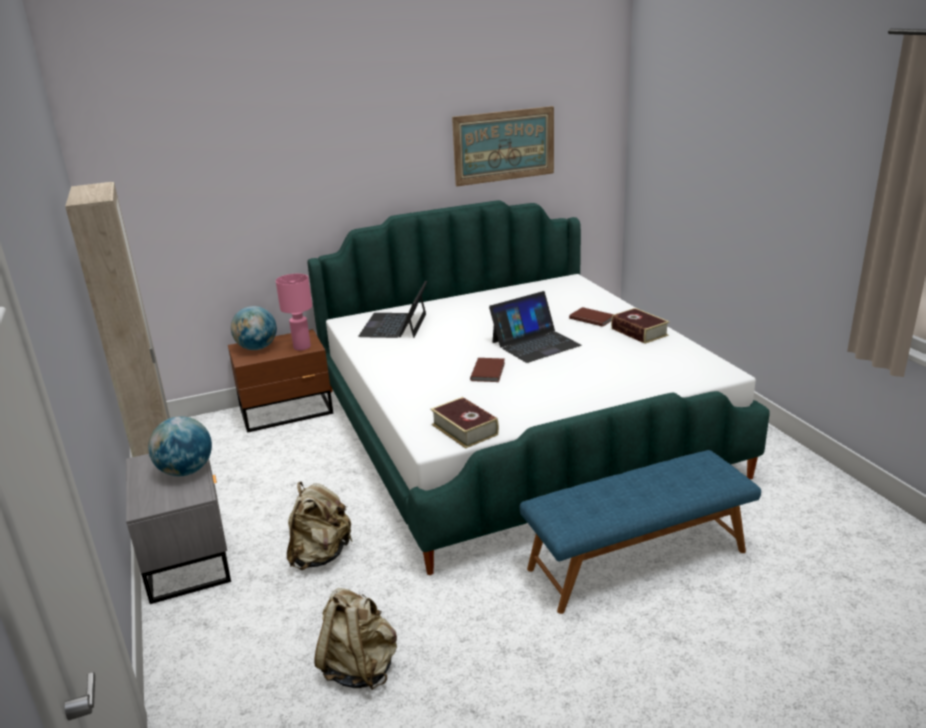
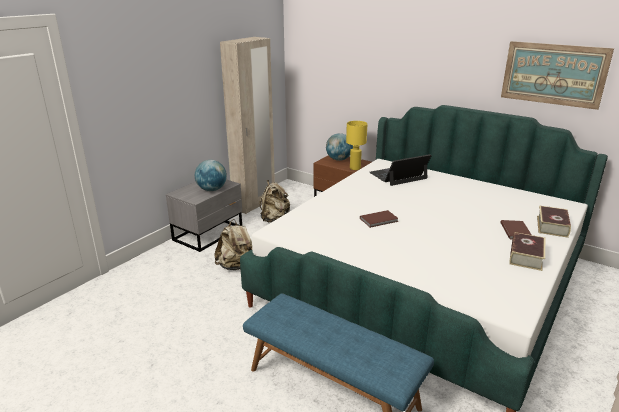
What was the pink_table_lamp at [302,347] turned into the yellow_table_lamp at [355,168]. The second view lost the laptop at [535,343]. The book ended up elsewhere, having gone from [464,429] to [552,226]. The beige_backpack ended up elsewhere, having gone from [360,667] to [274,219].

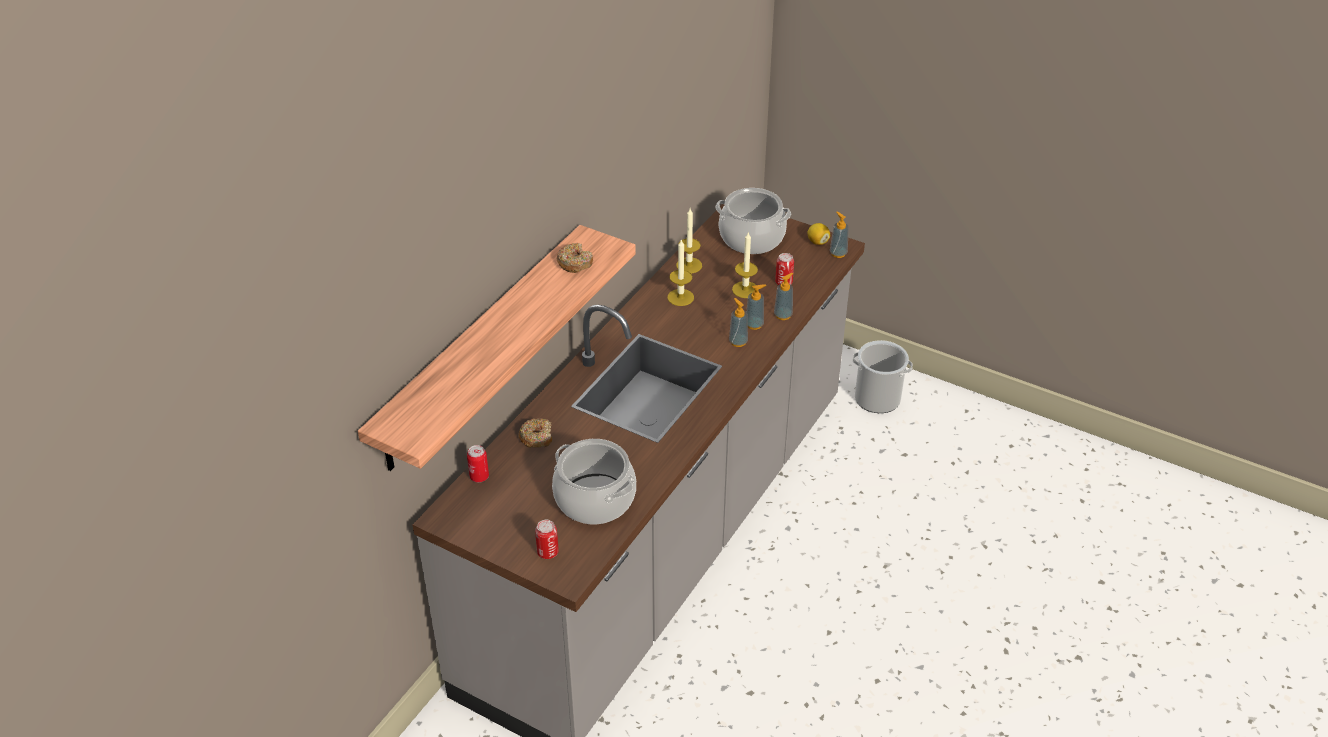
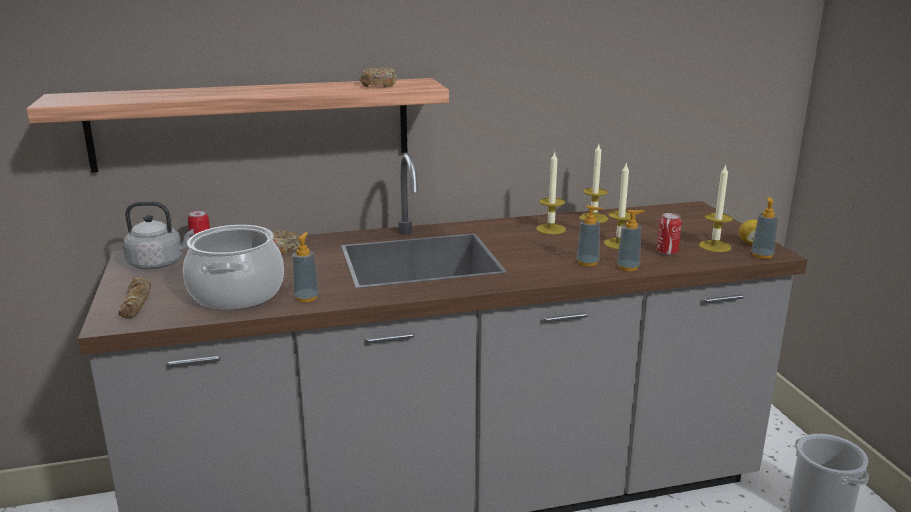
The second view lost the cooking_pot at [752,238]. The soap_dispenser ended up elsewhere, having gone from [738,342] to [306,298]. Where the can stood at [547,552], the bread came to stand at [137,302]. The second view gained the candle at [714,246]. The second view gained the grey_kettle at [159,264].

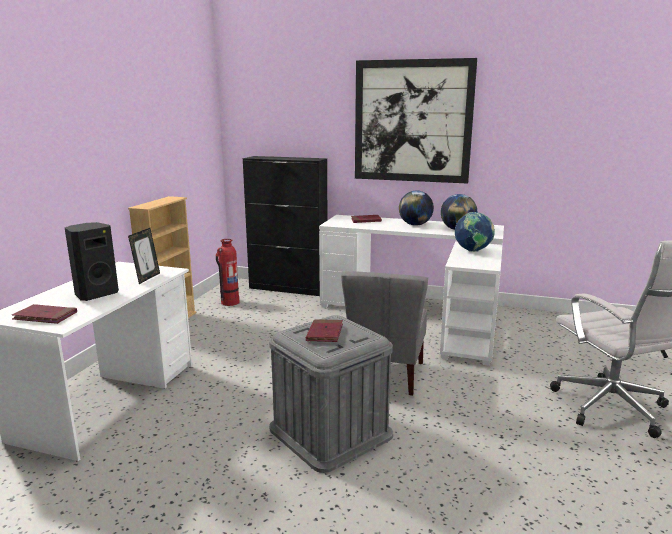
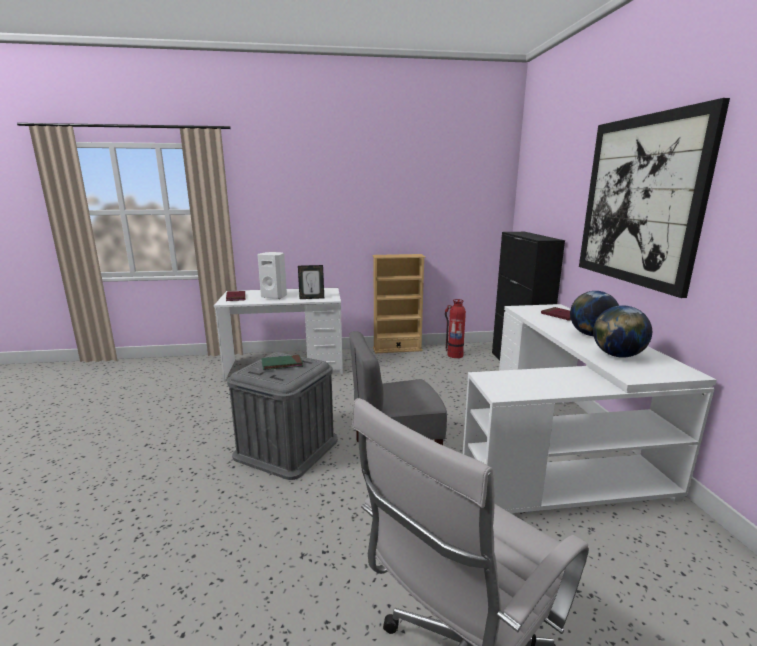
The second view lost the globe at [473,251]. What was the black_speaker at [95,294] turned into the white_speaker at [275,296]. What was the red_book at [325,333] turned into the green_book at [282,364].

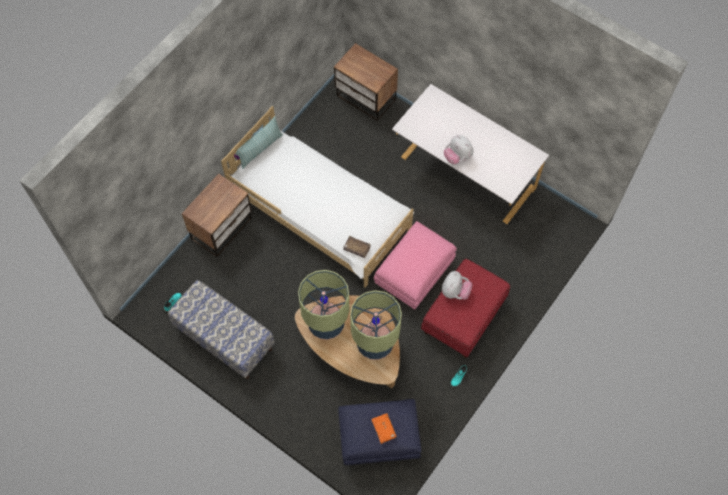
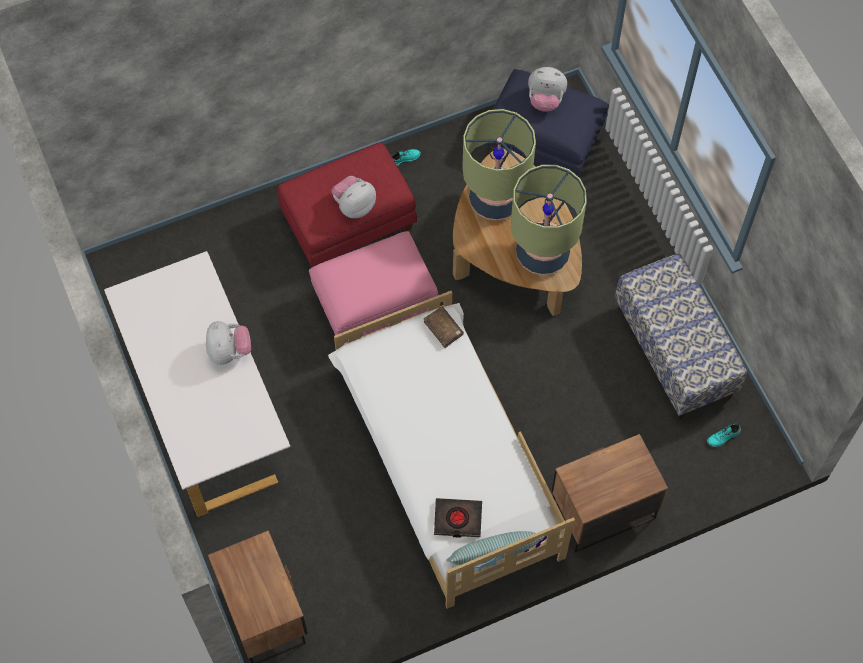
Where the orange_book stood at [384,429], the plush_toy came to stand at [545,100]. The second view gained the black_book at [457,519].

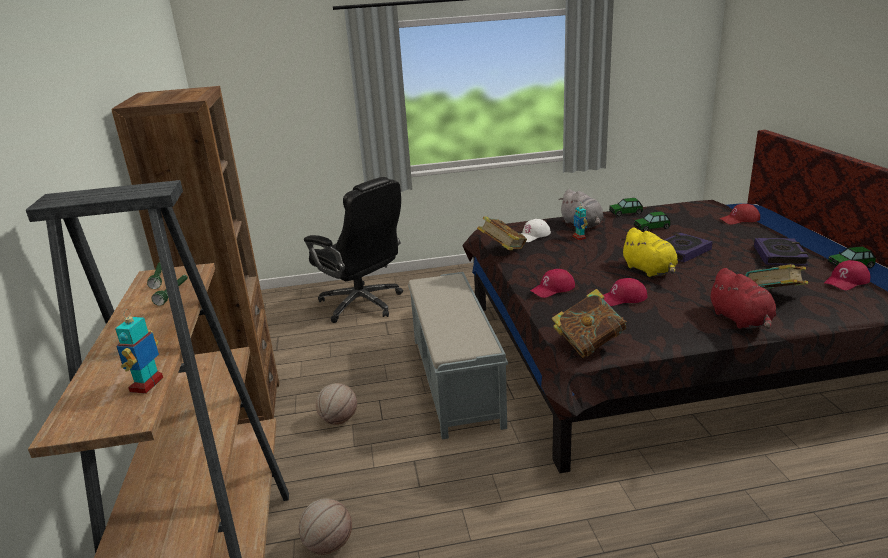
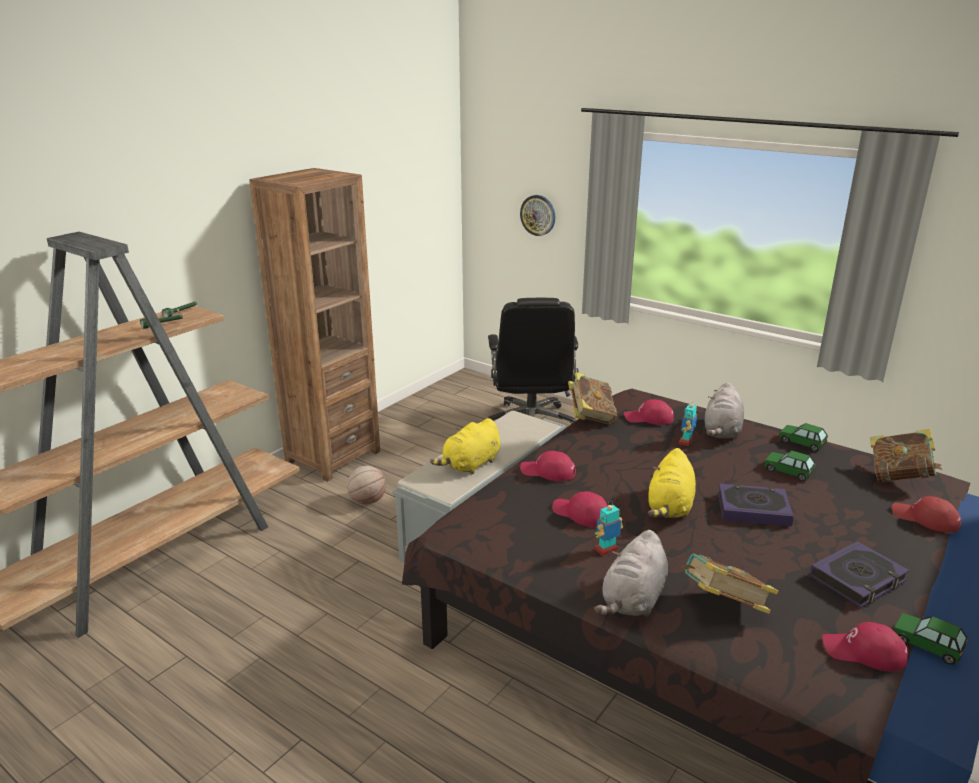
What was the white_cap at [533,235] turned into the red_cap at [648,418]. What was the red_plush_toy at [741,320] turned into the grey_plush_toy at [633,600]. The book ended up elsewhere, having gone from [588,344] to [899,477]. The toy_robot ended up elsewhere, having gone from [147,385] to [606,550]. The second view lost the basketball at [328,545]. The second view gained the wall_clock at [538,215]. The second view gained the yellow_plush_toy at [470,465].

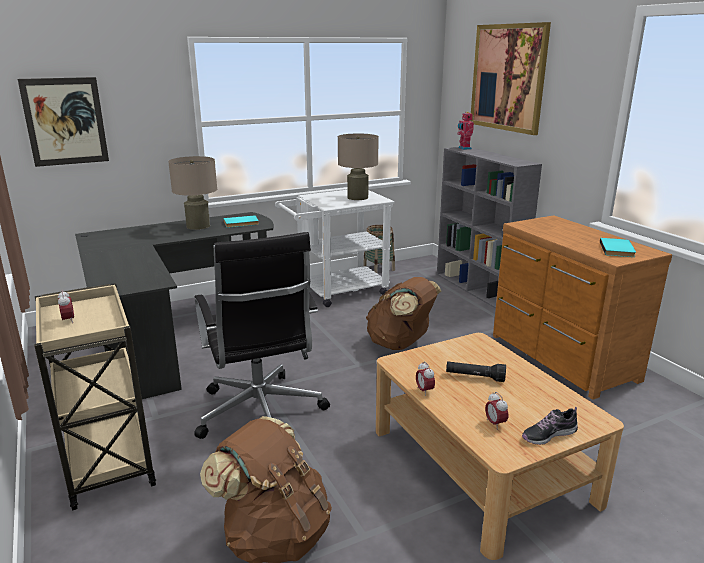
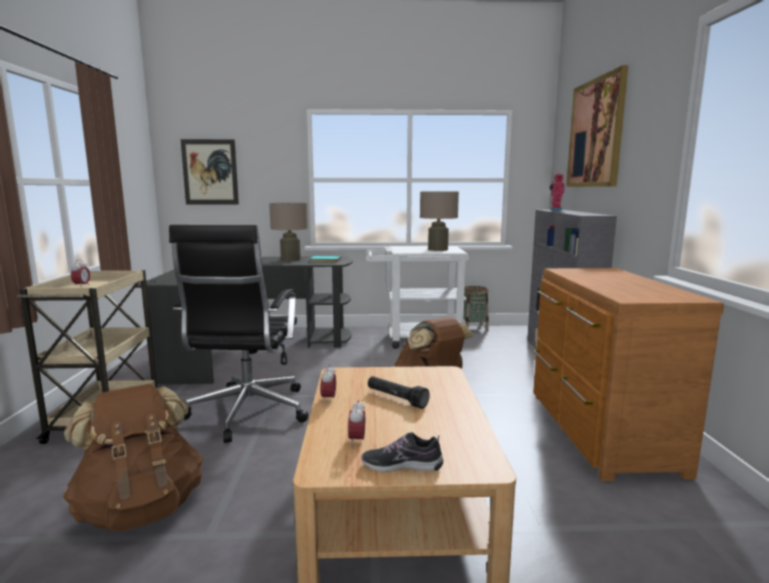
The second view lost the turquoise_book at [618,249].

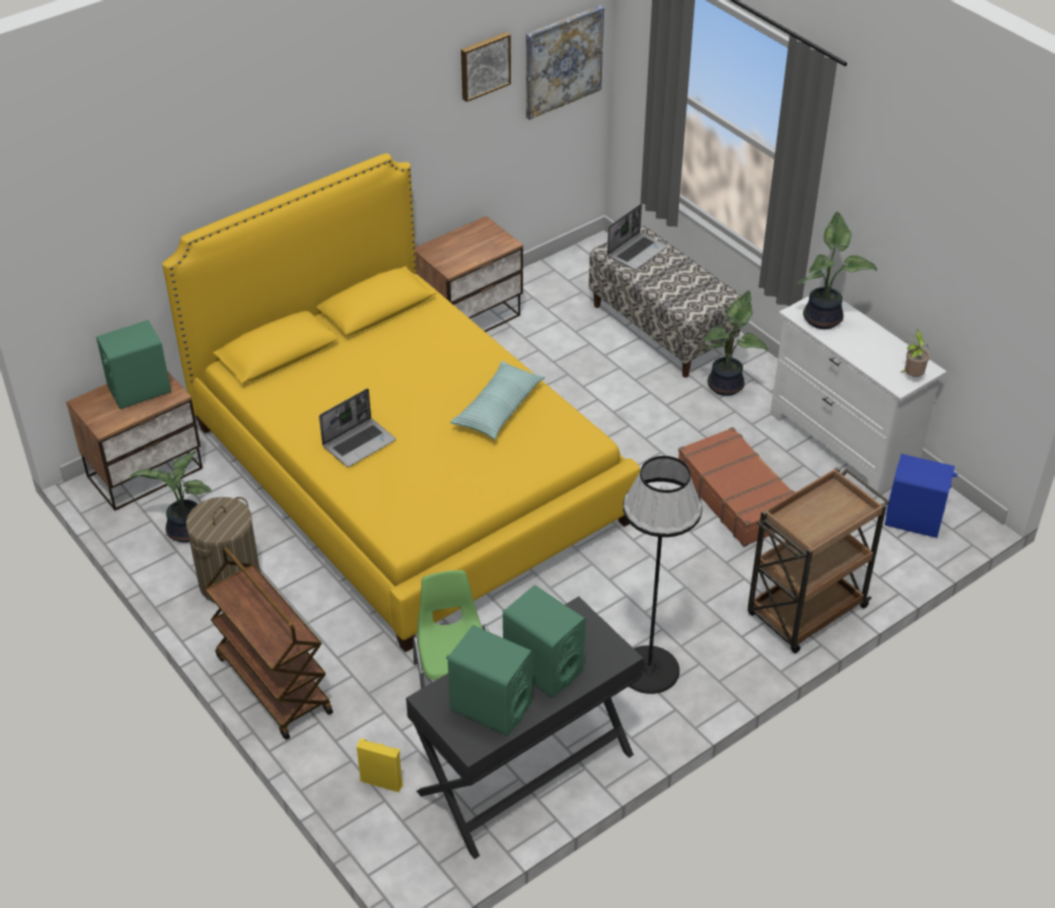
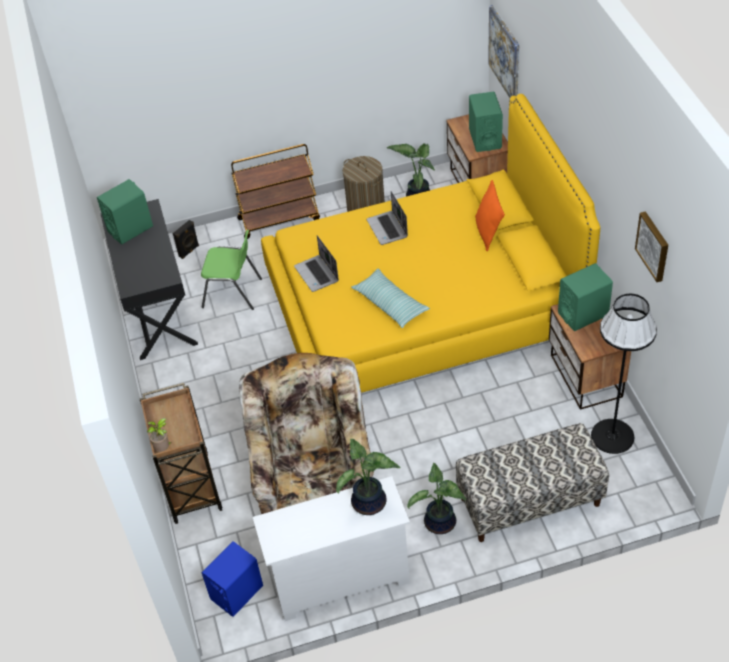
The picture ended up elsewhere, having gone from [563,61] to [505,54]. The laptop ended up elsewhere, having gone from [636,251] to [317,274]. The potted_plant ended up elsewhere, having gone from [911,376] to [163,448]. Where the brown_suitcase stood at [737,496], the beige_armchair came to stand at [315,485]. The black_floor_lamp ended up elsewhere, having gone from [649,669] to [613,436]. The green_speaker ended up elsewhere, having gone from [543,667] to [583,314]. What was the yellow_speaker at [382,781] turned into the black_speaker at [189,251]. The second view gained the orange_pillow at [488,232].

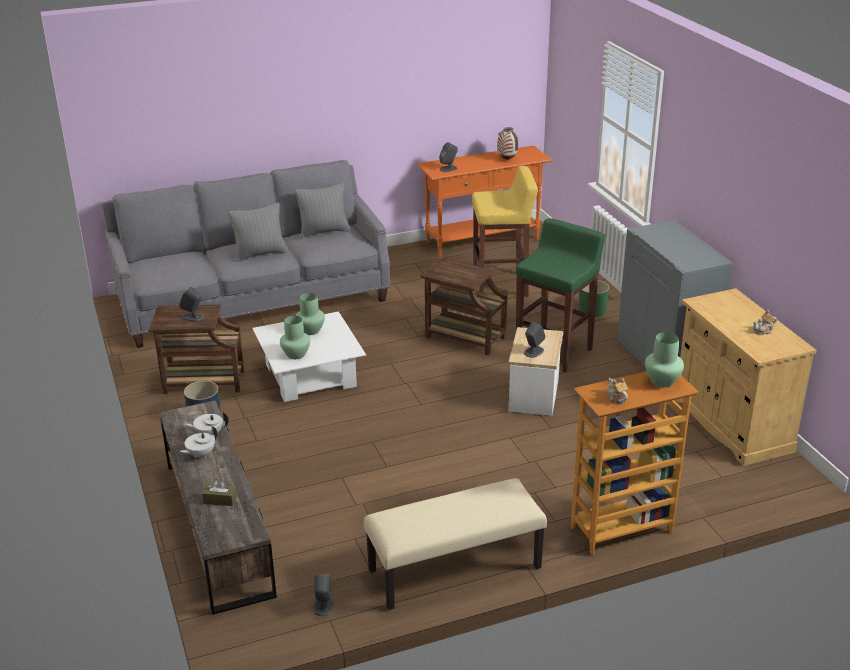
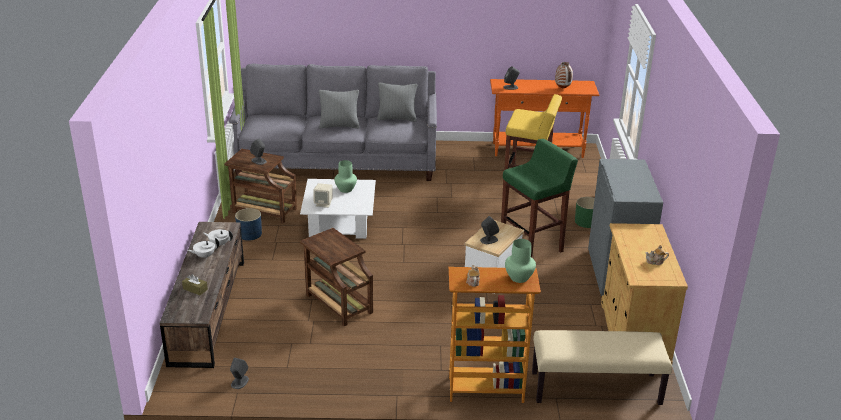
The brown_side_table ended up elsewhere, having gone from [463,337] to [338,303]. Where the green_vase stood at [296,354], the beige_speaker came to stand at [323,204]. The beige_bench ended up elsewhere, having gone from [454,570] to [595,389].

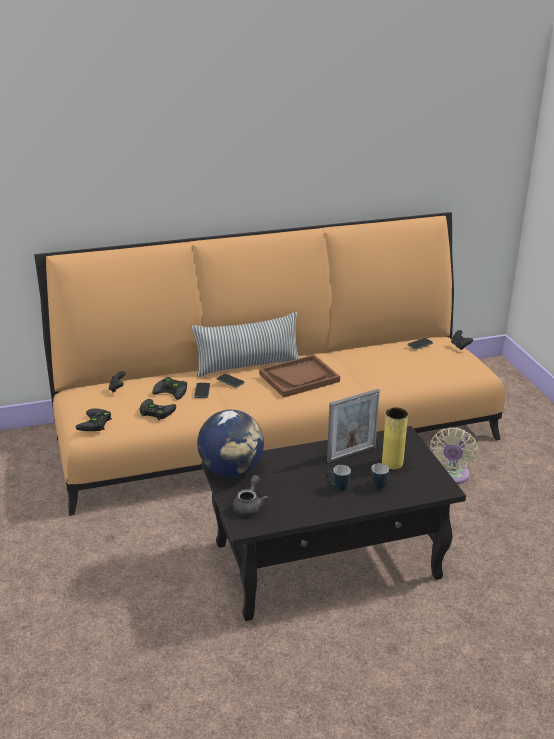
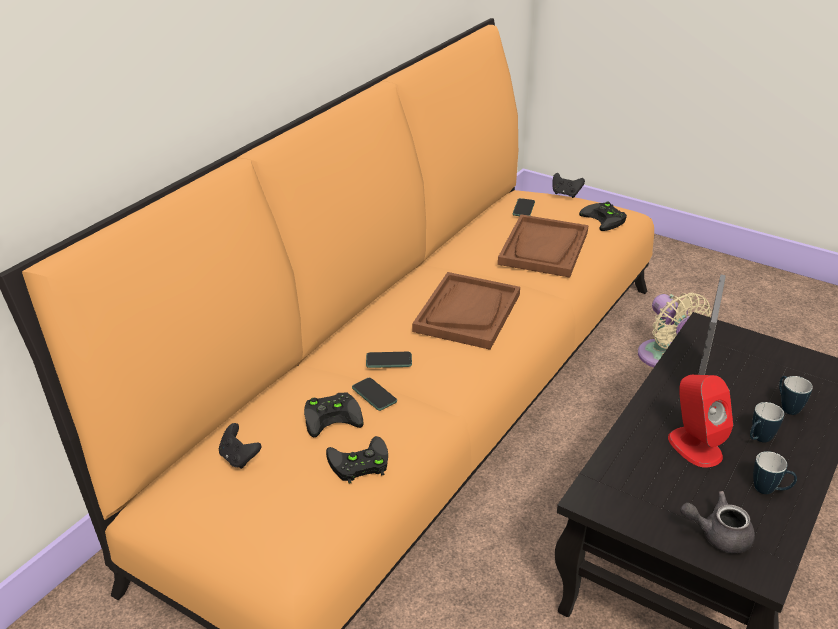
The second view lost the pillow at [247,365]. The black_game_controller ended up elsewhere, having gone from [95,423] to [606,219]. The second view lost the yellow_vase at [392,463]. The second view lost the globe at [231,470]. The grey_teapot at [249,506] ended up facing another way, 60 degrees counterclockwise from before. The second view gained the brown_tray at [544,248]. The second view gained the red_speaker at [694,446]. The second view gained the mug at [769,490].

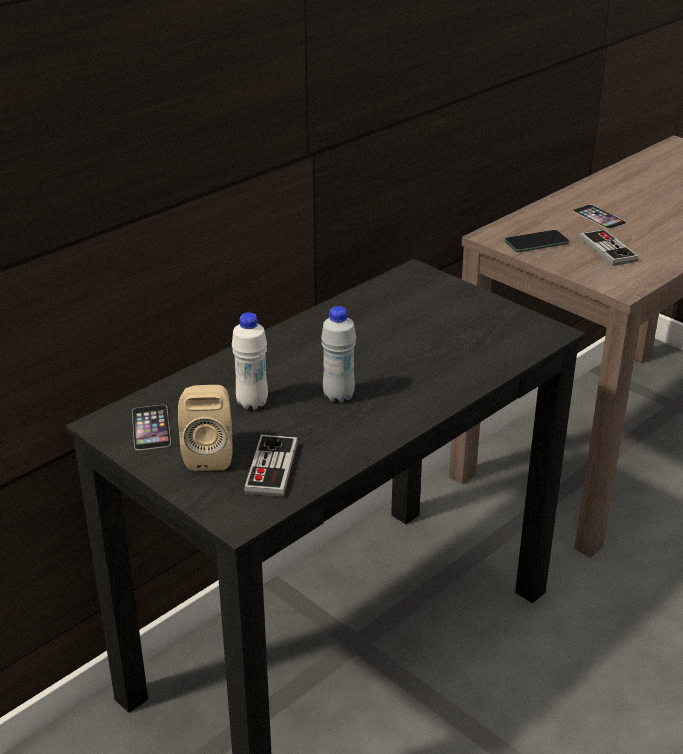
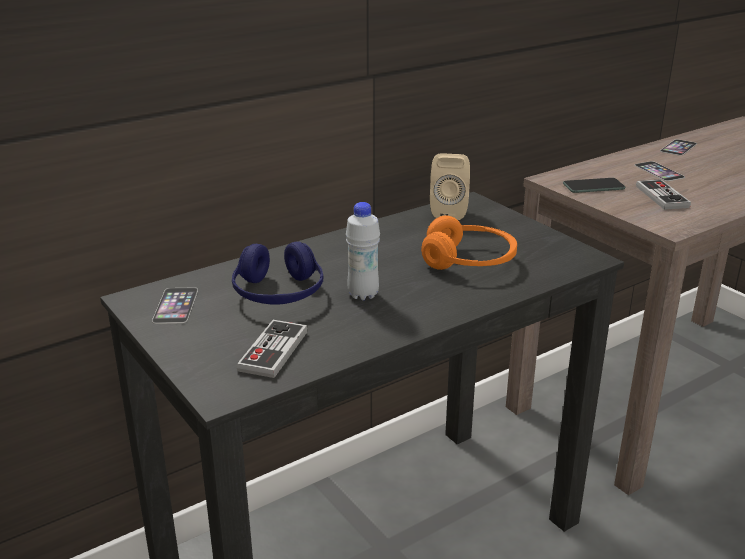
Where the white_bottle stood at [252,403], the blue_headphones came to stand at [278,293]. The beige_speaker ended up elsewhere, having gone from [209,455] to [449,211]. The second view gained the phone at [678,147]. The second view gained the orange_headphones at [469,261].

